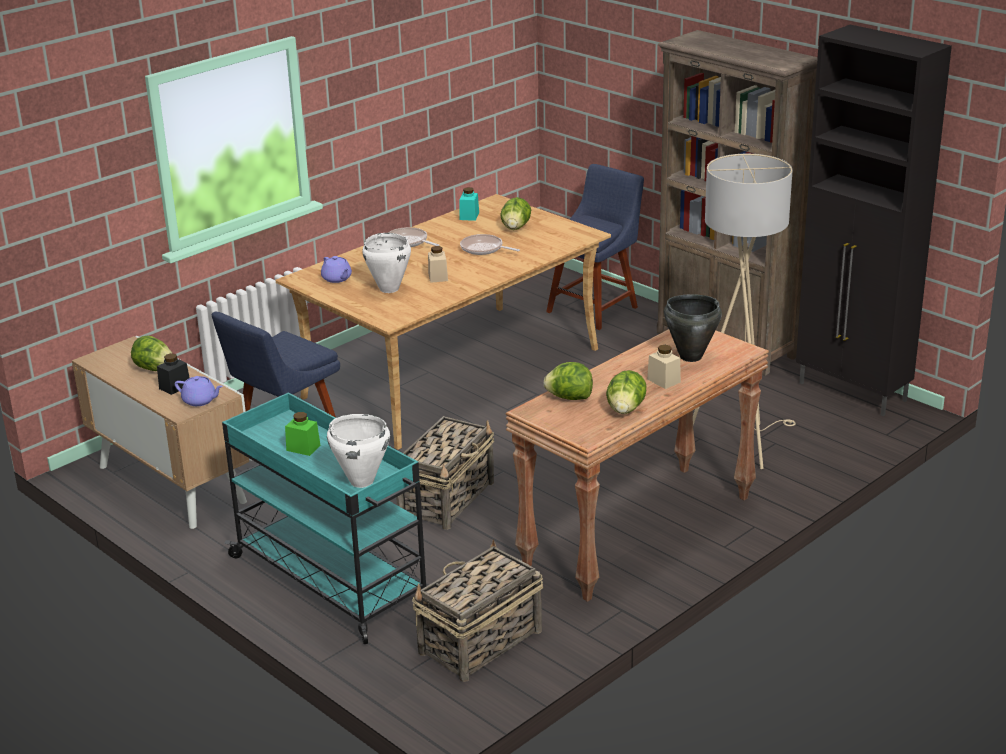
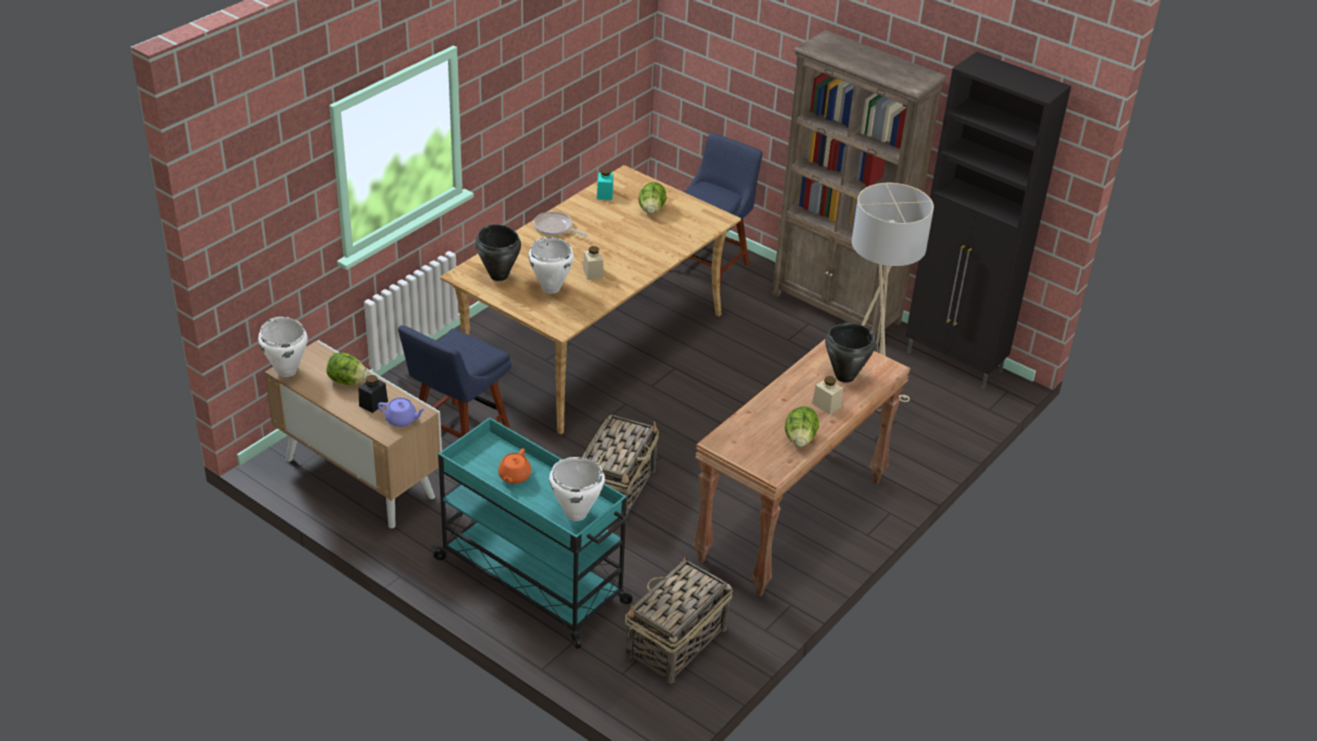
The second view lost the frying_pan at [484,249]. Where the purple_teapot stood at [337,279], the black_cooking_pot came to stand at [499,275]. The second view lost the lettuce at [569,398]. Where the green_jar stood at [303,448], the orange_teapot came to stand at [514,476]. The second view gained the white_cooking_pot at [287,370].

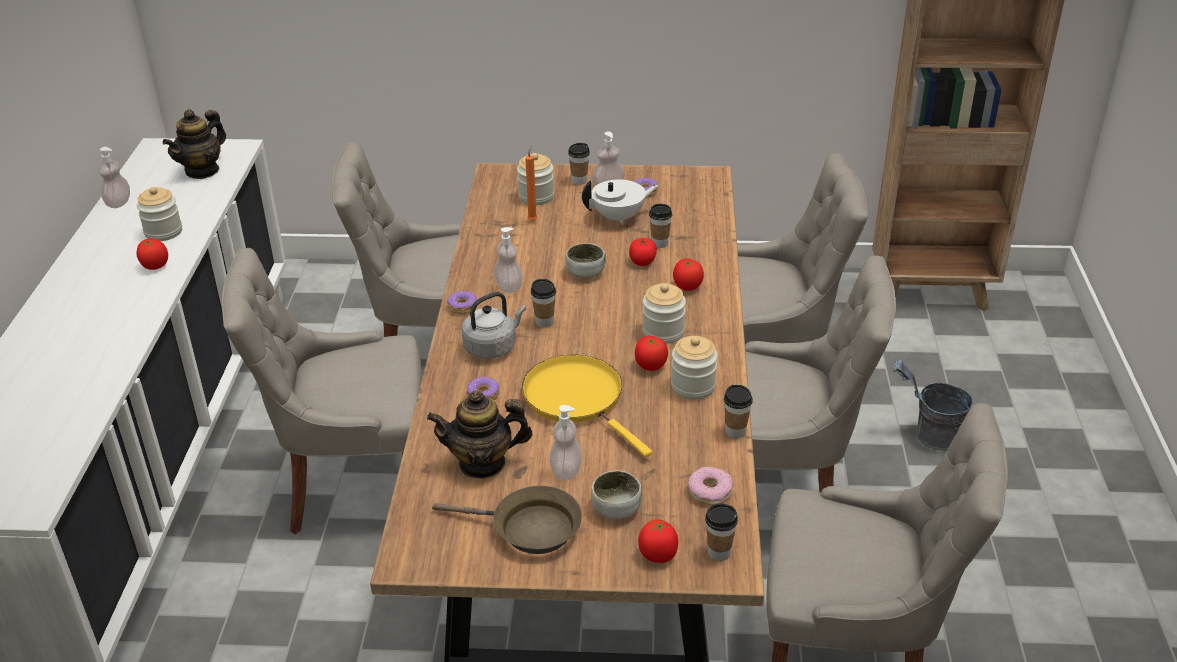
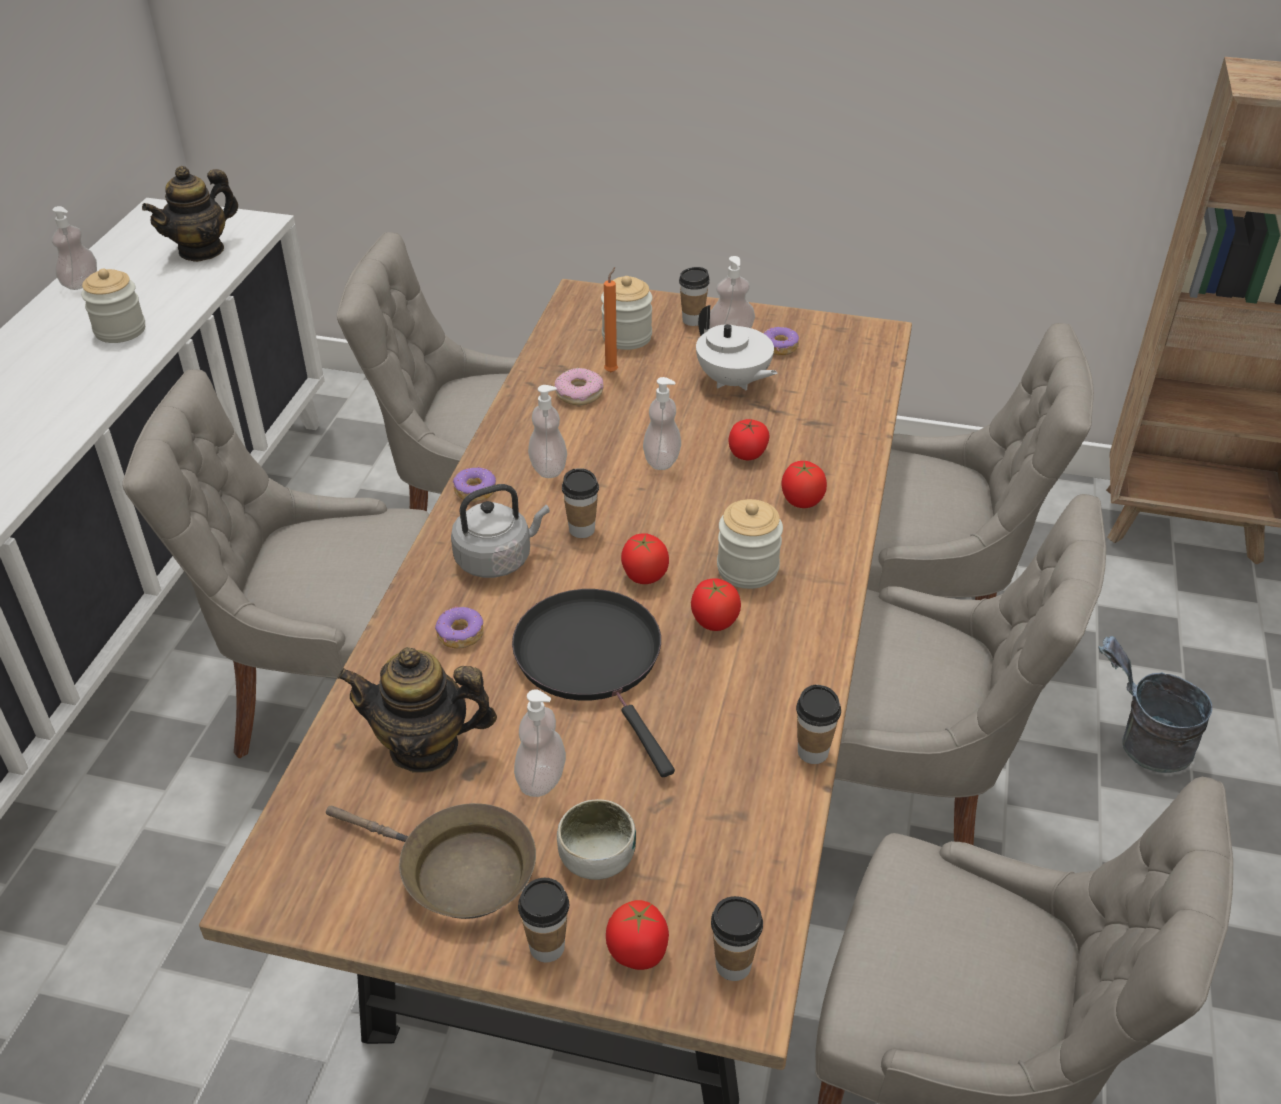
The white_teapot at [619,217] ended up facing another way, 60 degrees clockwise from before. The cup ended up elsewhere, having gone from [660,243] to [547,947]. The tomato ended up elsewhere, having gone from [155,266] to [644,576]. Where the bowl stood at [585,272], the soap_dispenser came to stand at [661,460]. The second view lost the jar at [693,386]. What was the yellow_frying_pan at [578,398] turned into the black_frying_pan at [593,660]. The donut ended up elsewhere, having gone from [710,491] to [579,393].

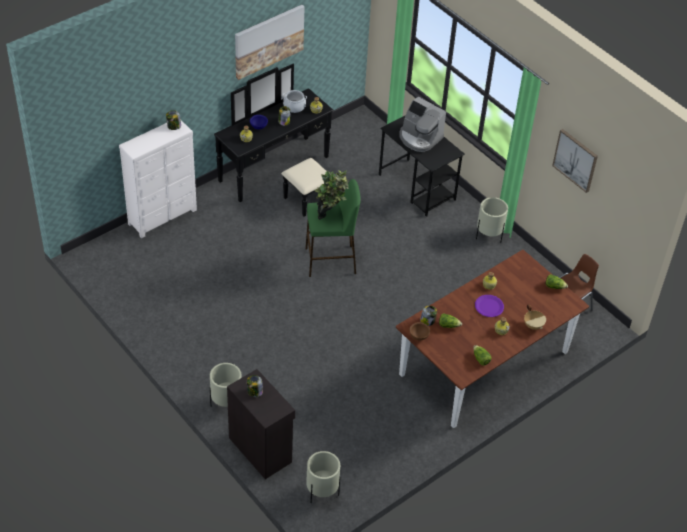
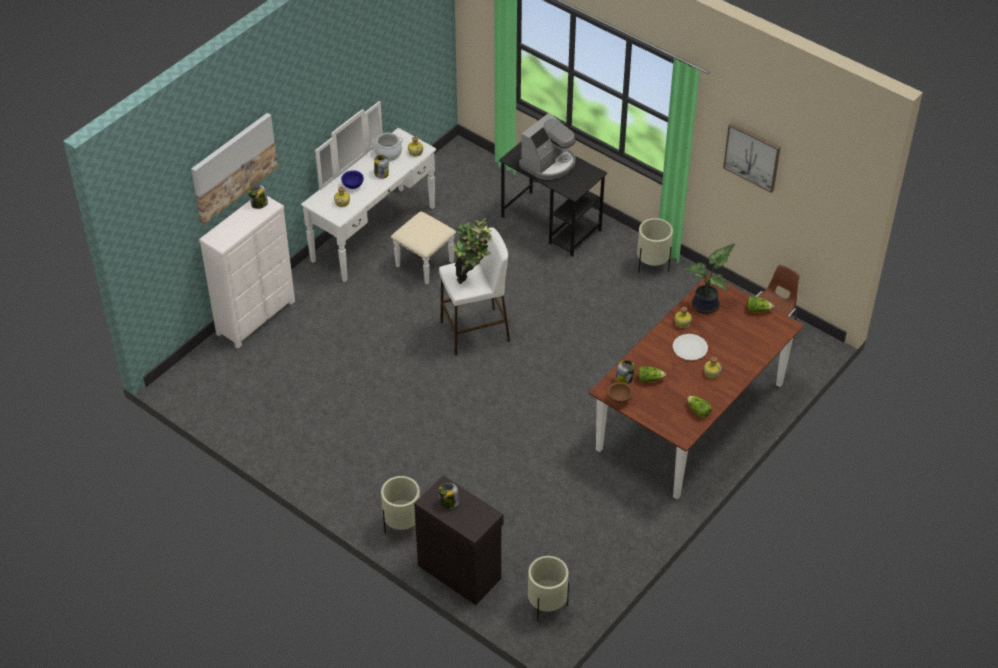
The picture ended up elsewhere, having gone from [268,41] to [233,166]. What was the black_dresser at [282,176] turned into the white_dresser at [385,240]. The coffee_machine at [419,138] ended up facing another way, 75 degrees counterclockwise from before. What was the green_stool at [331,261] turned into the white_stool at [475,331]. What was the purple_plate at [489,306] turned into the white_plate at [690,348]. The second view lost the beige_cooking_pot at [533,325]. The second view gained the potted_plant at [707,306].

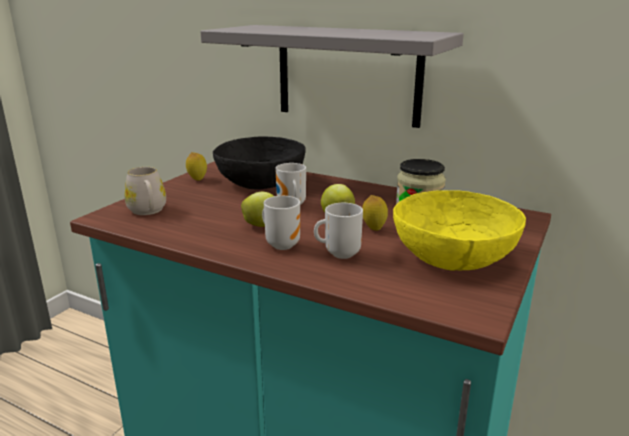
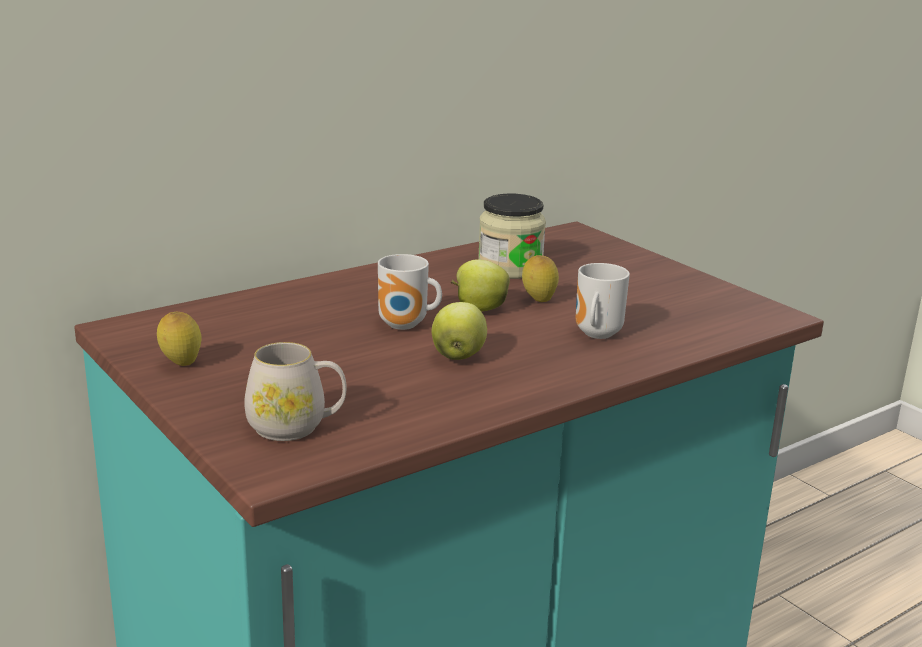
The second view lost the grey_shelf at [348,75]. The second view lost the black_bowl at [260,182]. The second view lost the yellow_bowl at [453,256]. The second view lost the mug at [282,244].

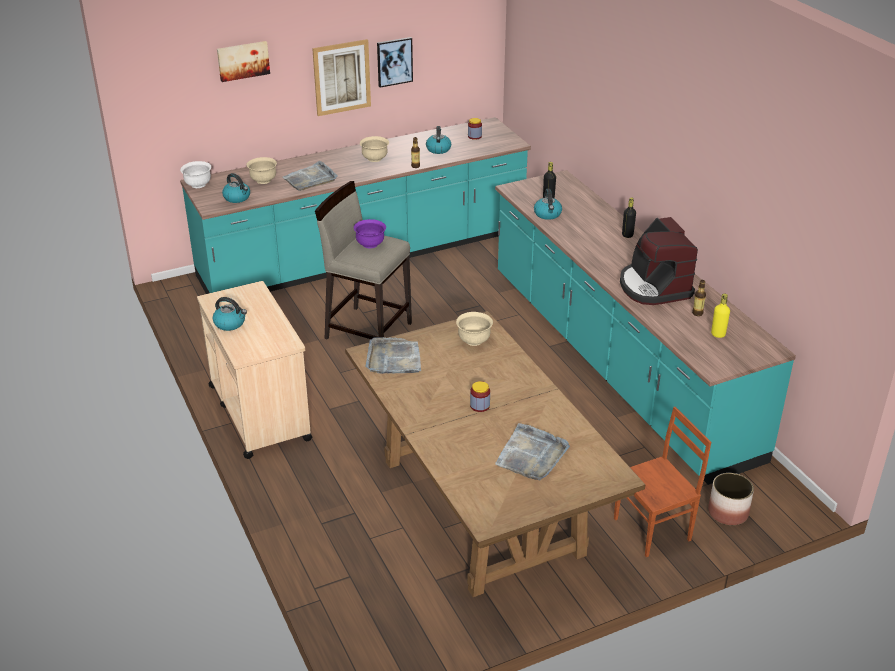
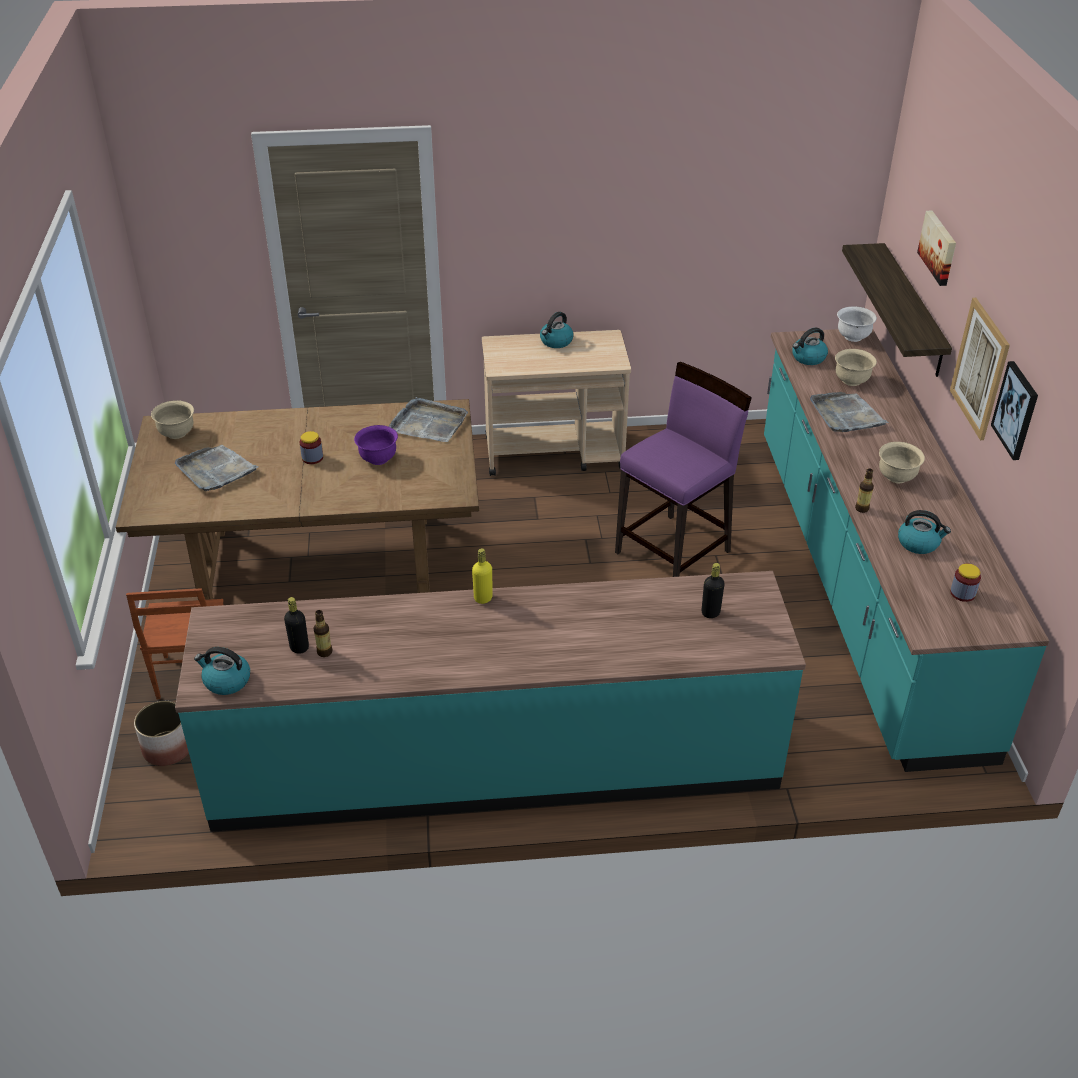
What was the beige_stool at [368,330] turned into the purple_stool at [674,551]. The kettle ended up elsewhere, having gone from [547,214] to [226,681]. The black_bottle ended up elsewhere, having gone from [627,235] to [299,647]. The second view lost the coffee_machine at [654,287]. The purple_bowl ended up elsewhere, having gone from [370,244] to [378,459]. The yellow_bottle ended up elsewhere, having gone from [718,334] to [483,598]. The beige_bowl ended up elsewhere, having gone from [474,340] to [177,433]. The second view gained the shelf at [912,310].

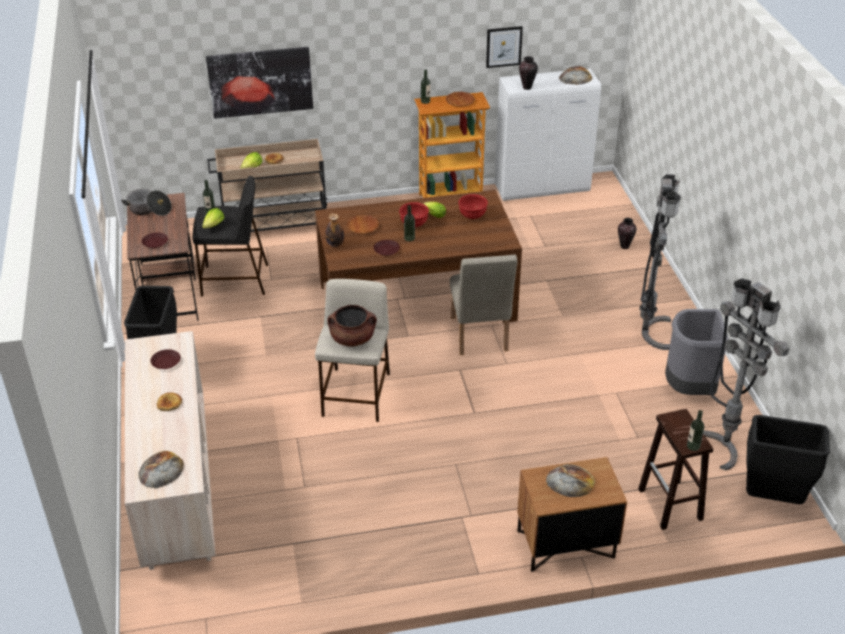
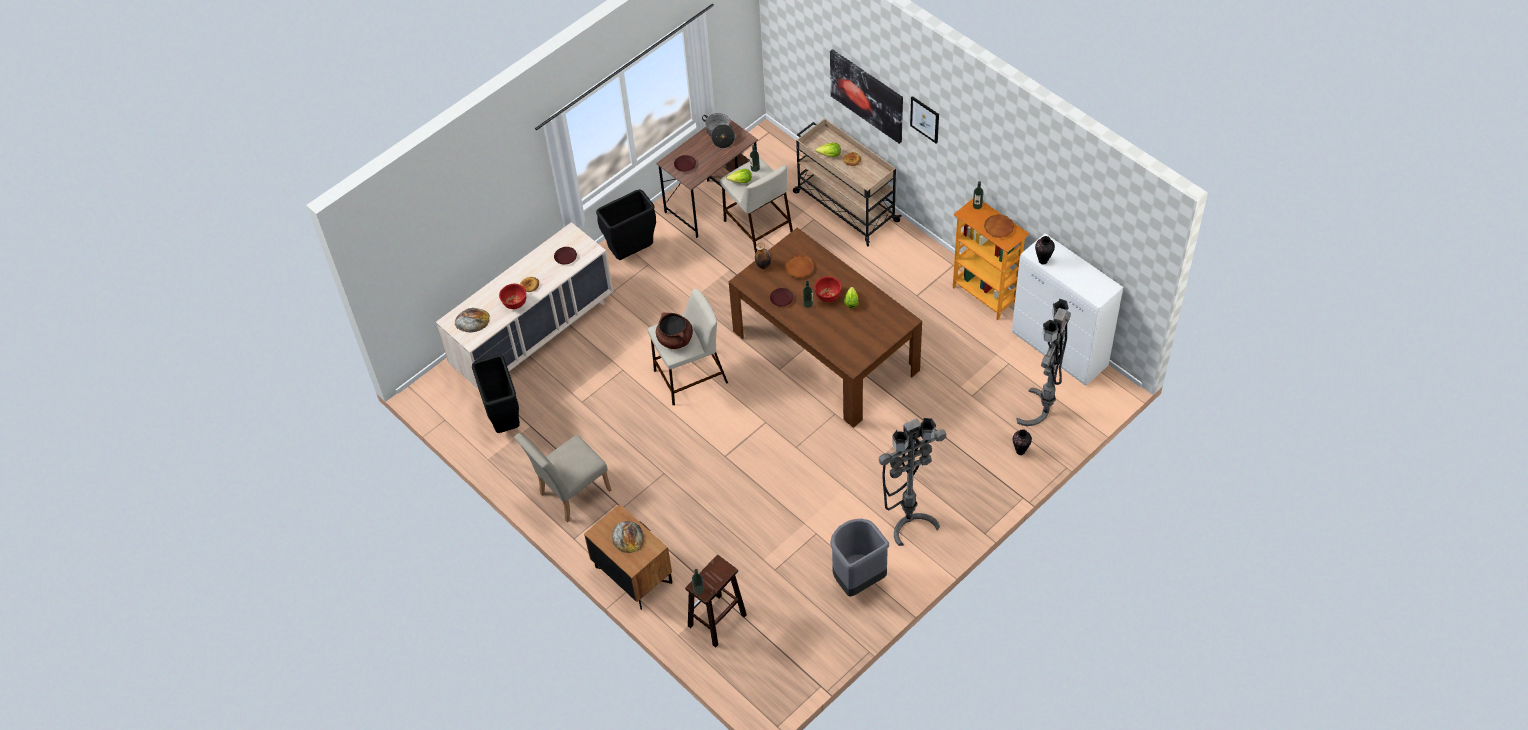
The picture ended up elsewhere, having gone from [504,46] to [925,119]. The second view lost the bread at [575,77]. What was the black_stool at [233,280] turned into the beige_stool at [757,227]. The red_bowl ended up elsewhere, having gone from [472,216] to [514,303]. The beige_chair ended up elsewhere, having gone from [479,337] to [570,494]. The grey_floor_lamp ended up elsewhere, having gone from [722,444] to [1042,411]. The black_trash_can ended up elsewhere, having gone from [772,500] to [504,421].

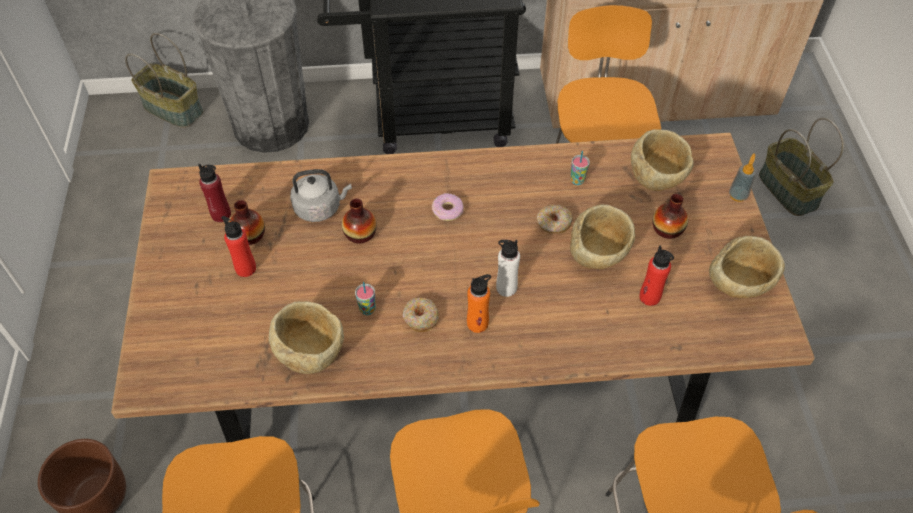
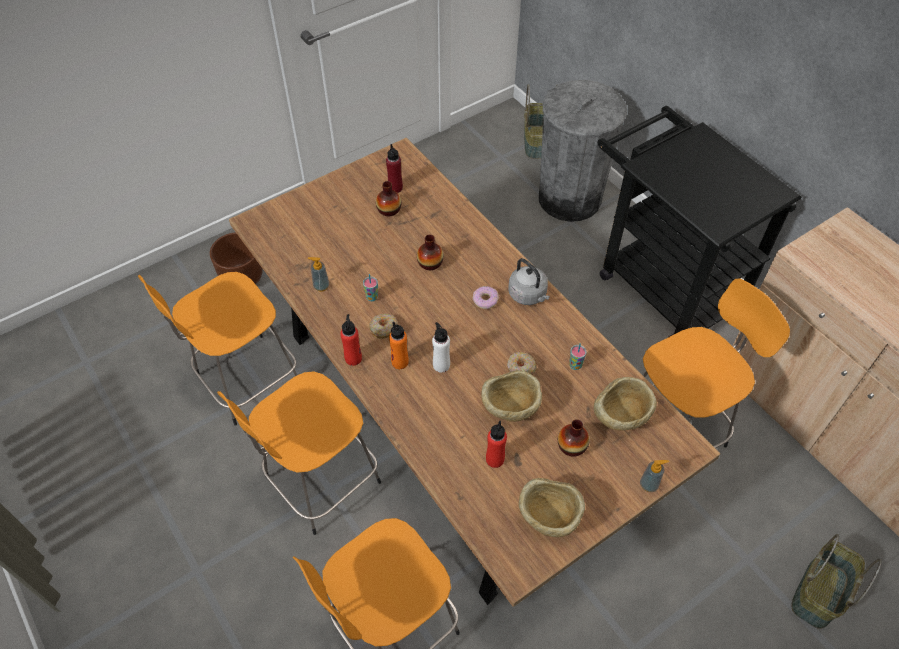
The grey_kettle ended up elsewhere, having gone from [320,208] to [528,295]. The red_bottle ended up elsewhere, having gone from [245,268] to [353,358]. Where the beige_bowl stood at [311,353], the soap_dispenser came to stand at [321,286].

